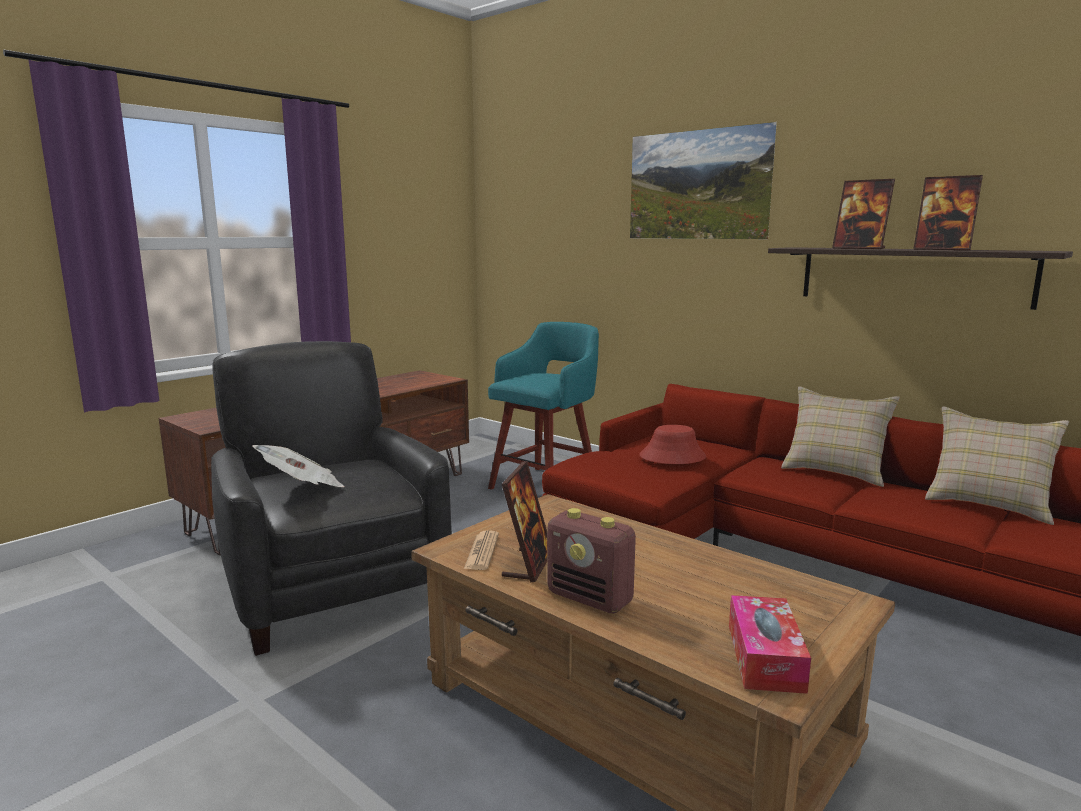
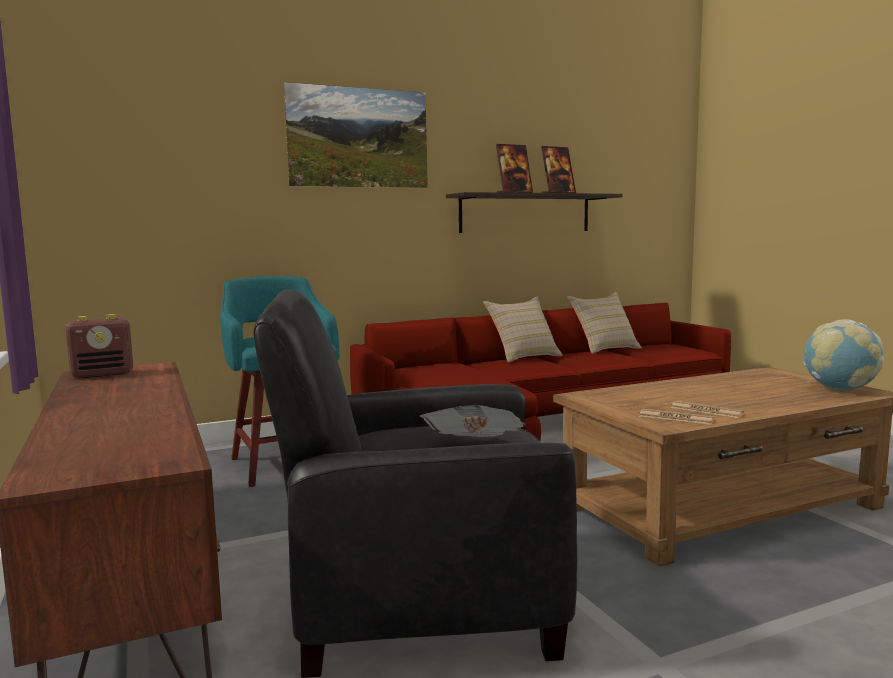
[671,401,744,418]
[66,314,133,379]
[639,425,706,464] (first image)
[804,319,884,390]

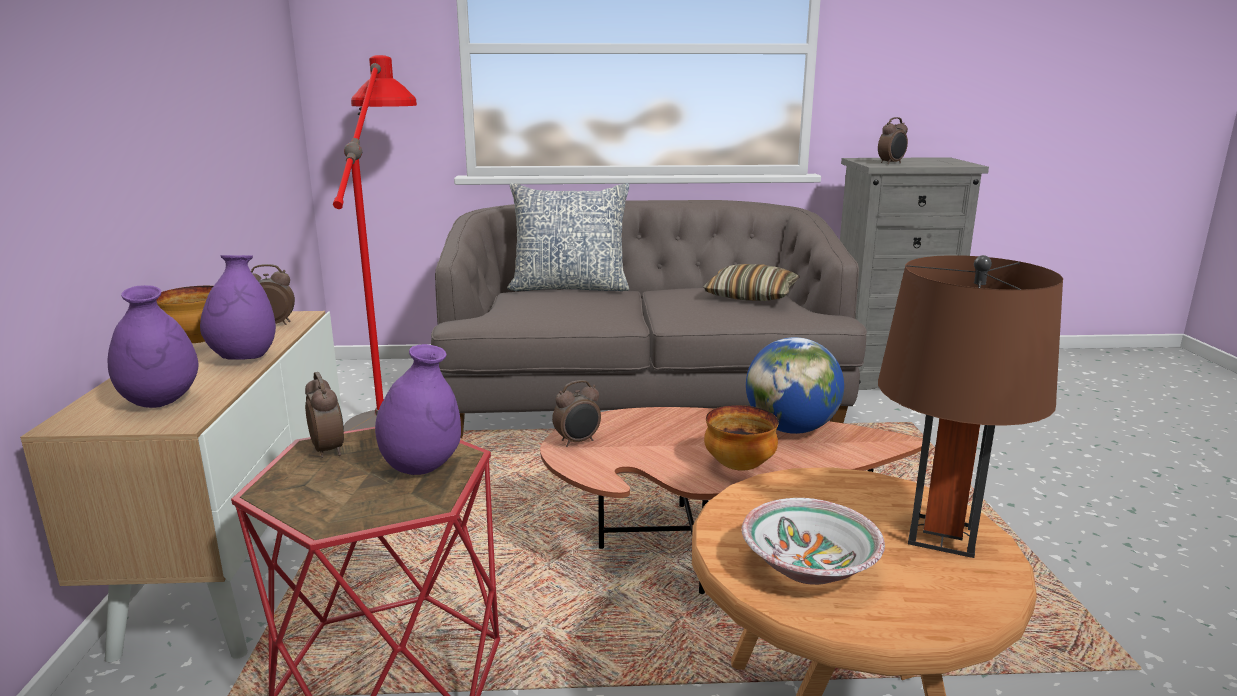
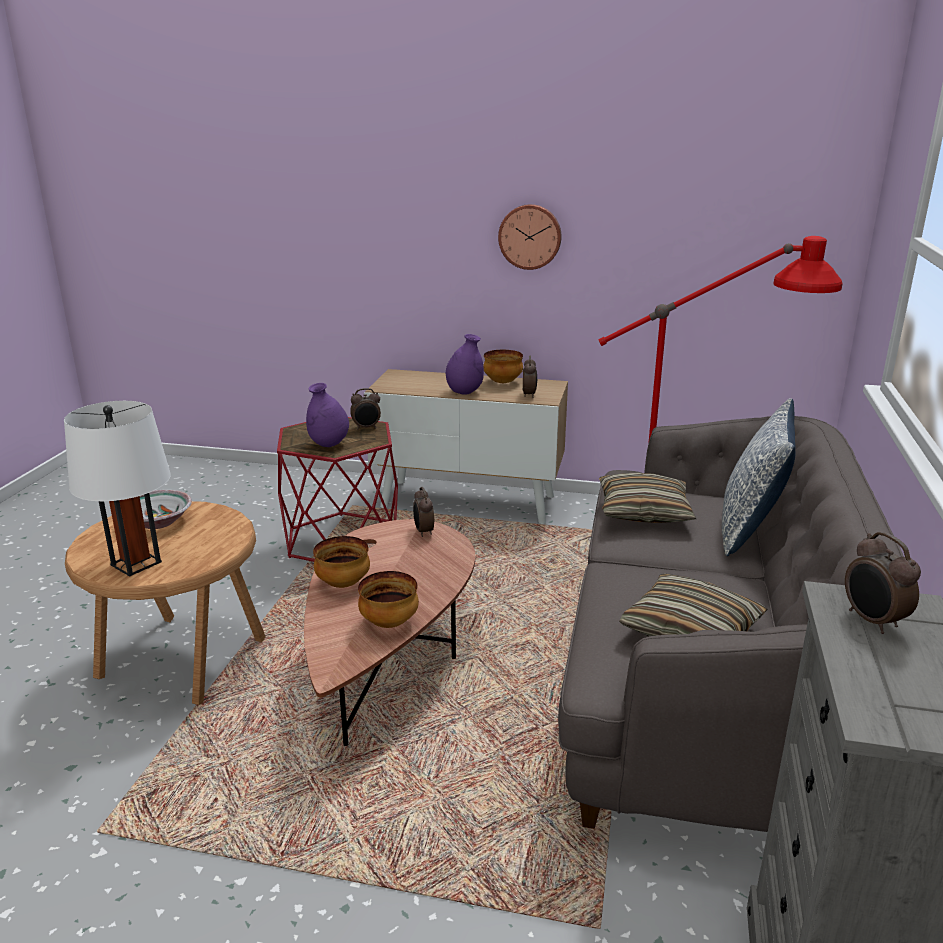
[108,285,198,408] (first image)
[358,571,419,628]
[64,401,171,576]
[498,204,562,270]
[599,473,696,523]

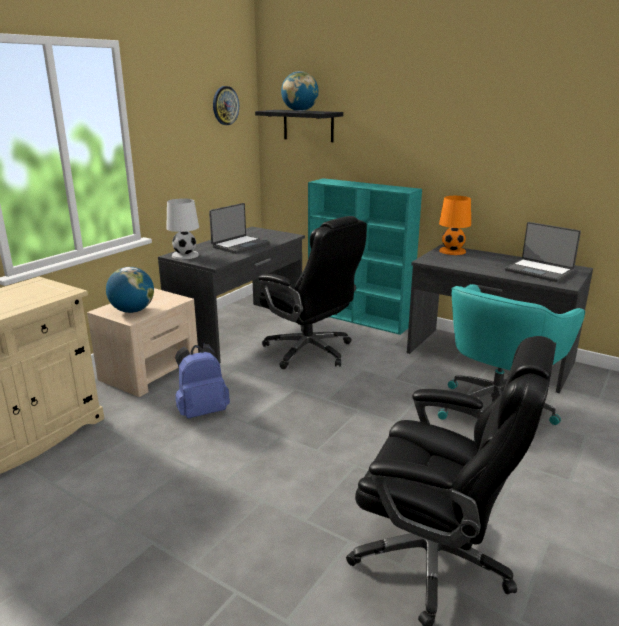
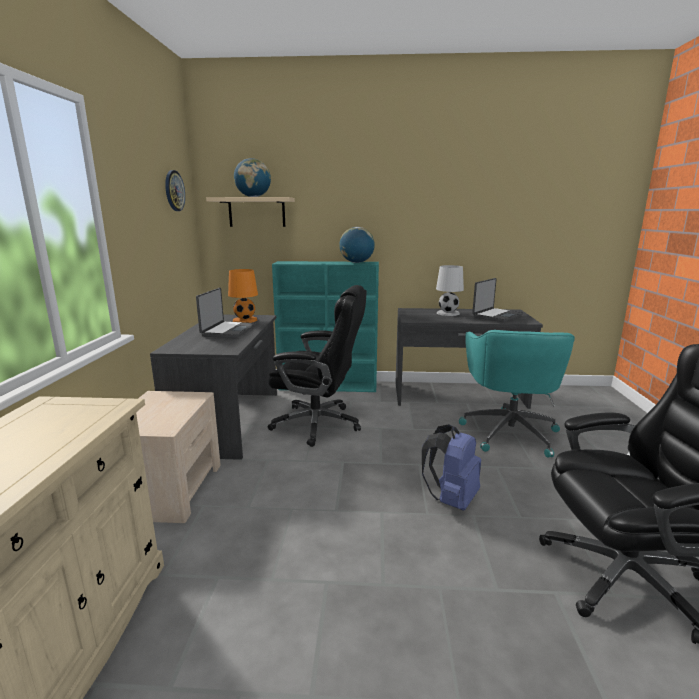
[339,227,375,263]
[436,265,464,316]
[422,424,481,511]
[206,197,295,227]
[228,269,258,323]
[472,278,523,322]

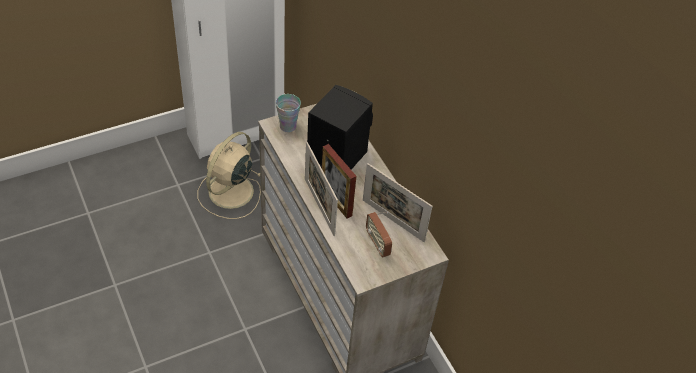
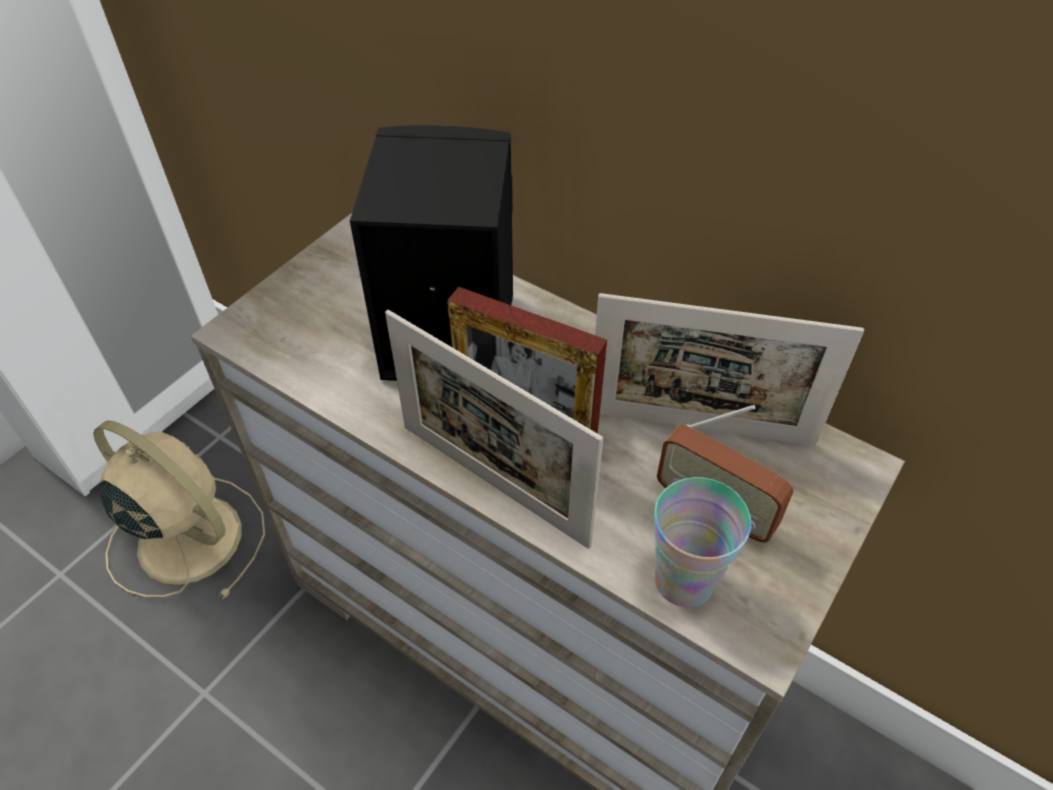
[93,421,265,599]
[654,477,751,607]

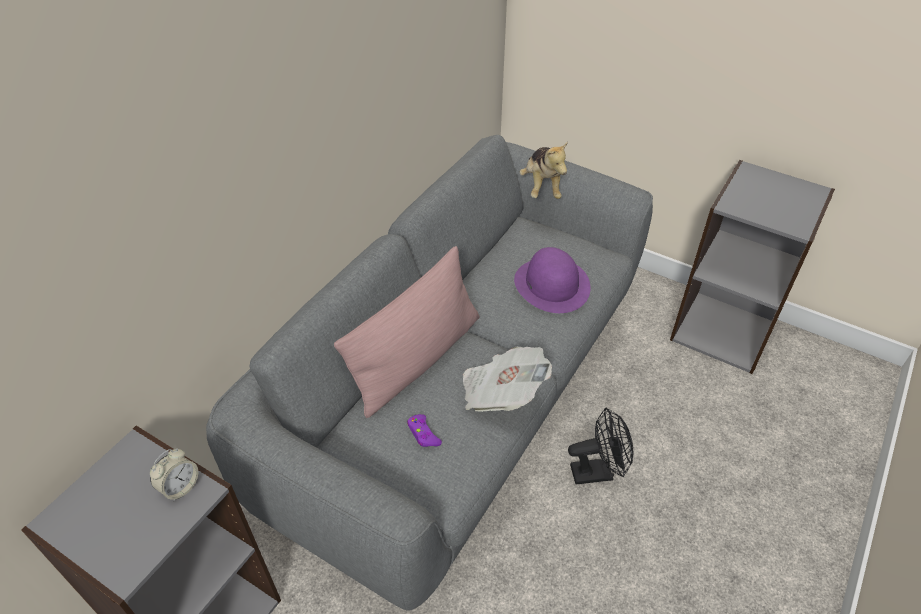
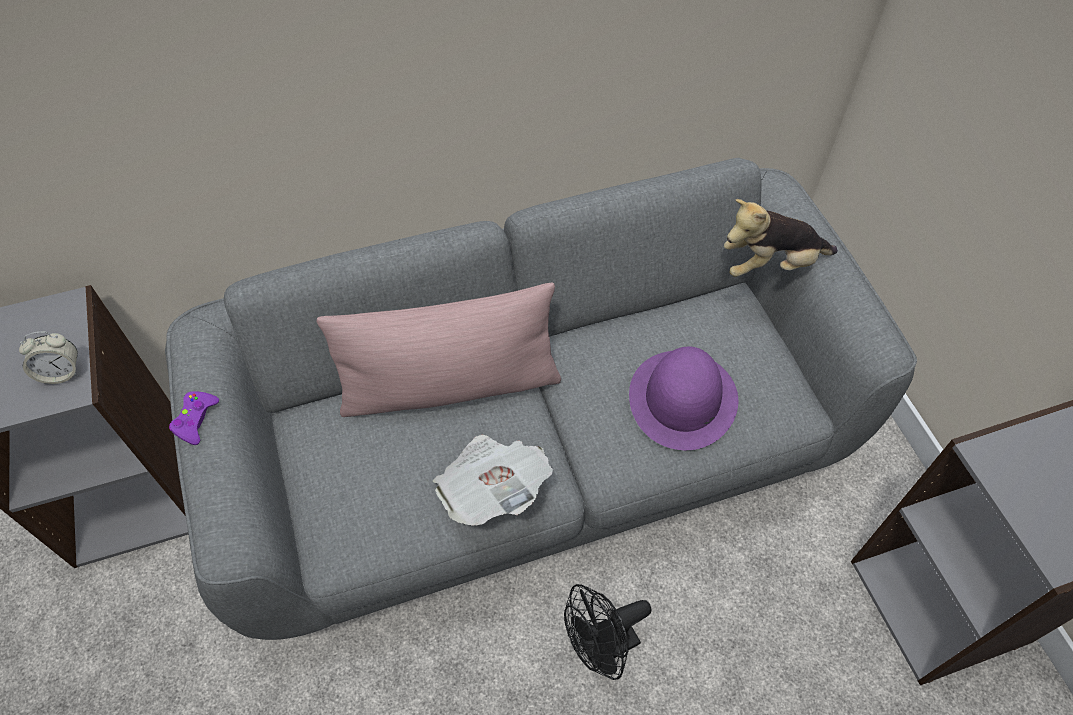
[169,391,219,445]
[724,199,838,277]
[564,584,651,680]

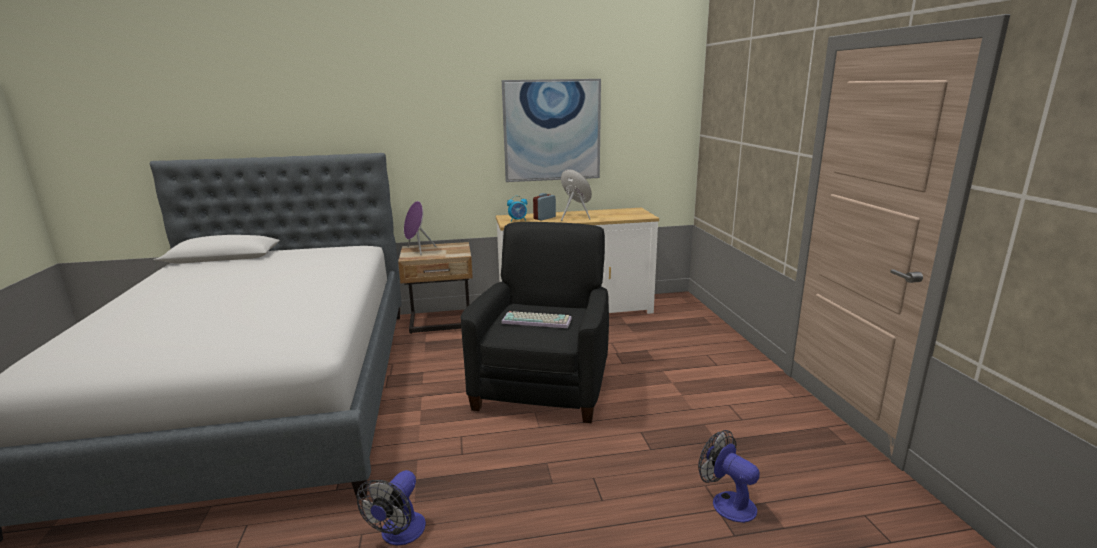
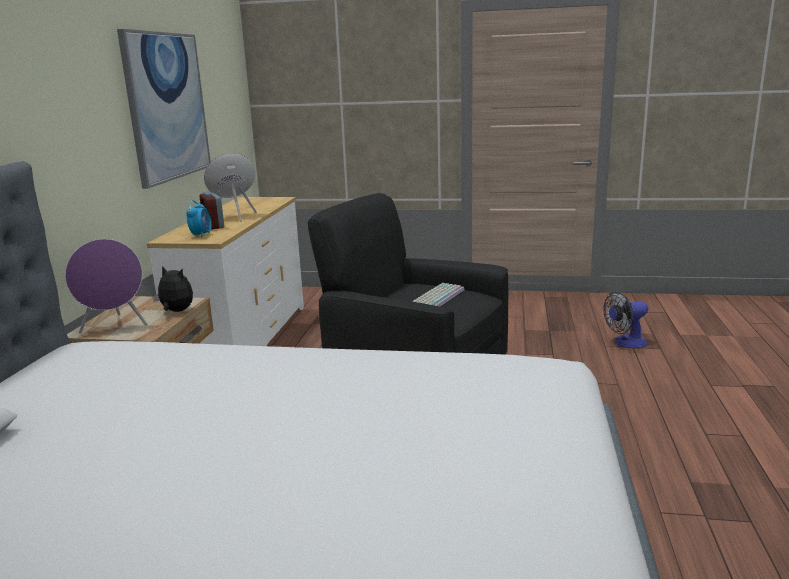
[357,470,426,546] (first image)
[152,266,193,312]

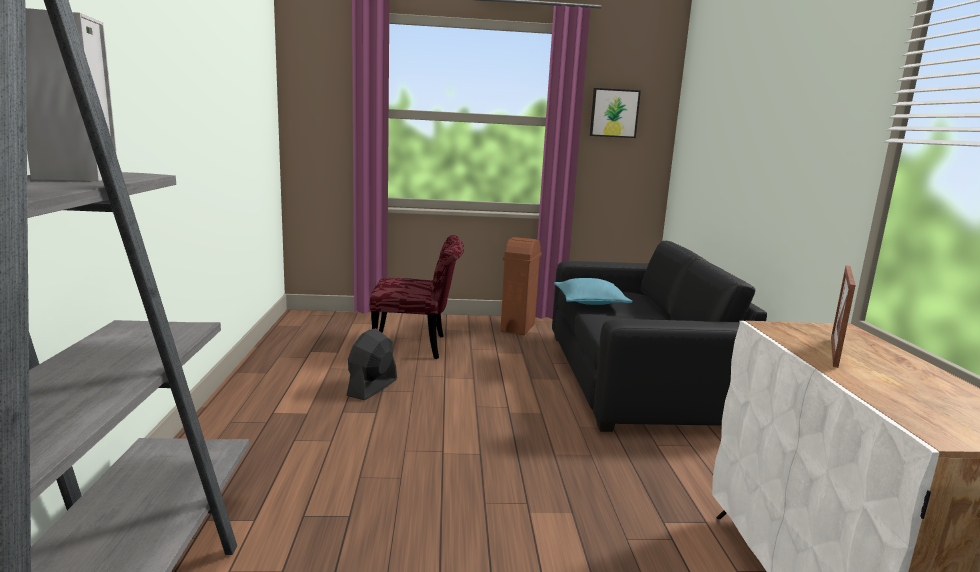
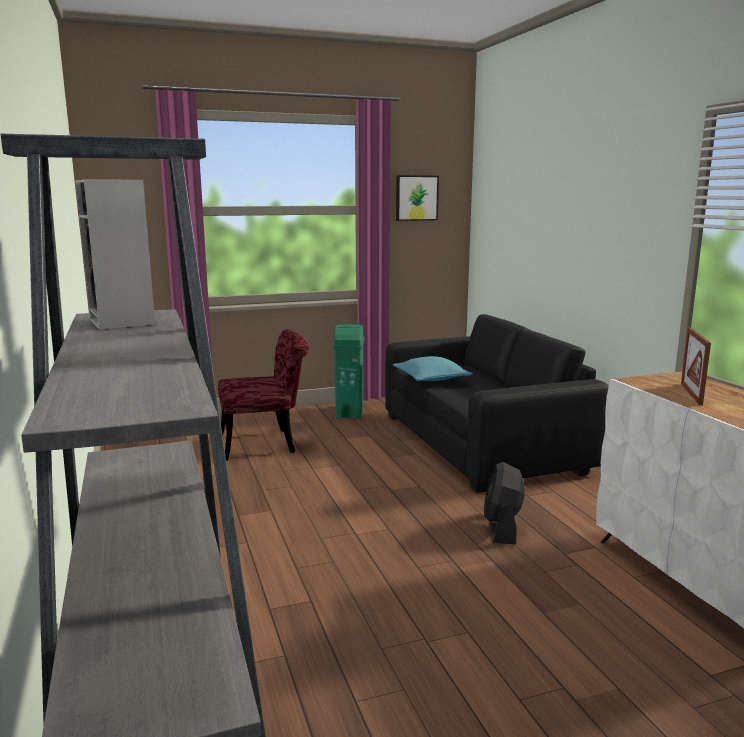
[484,462,525,544]
[333,324,364,419]

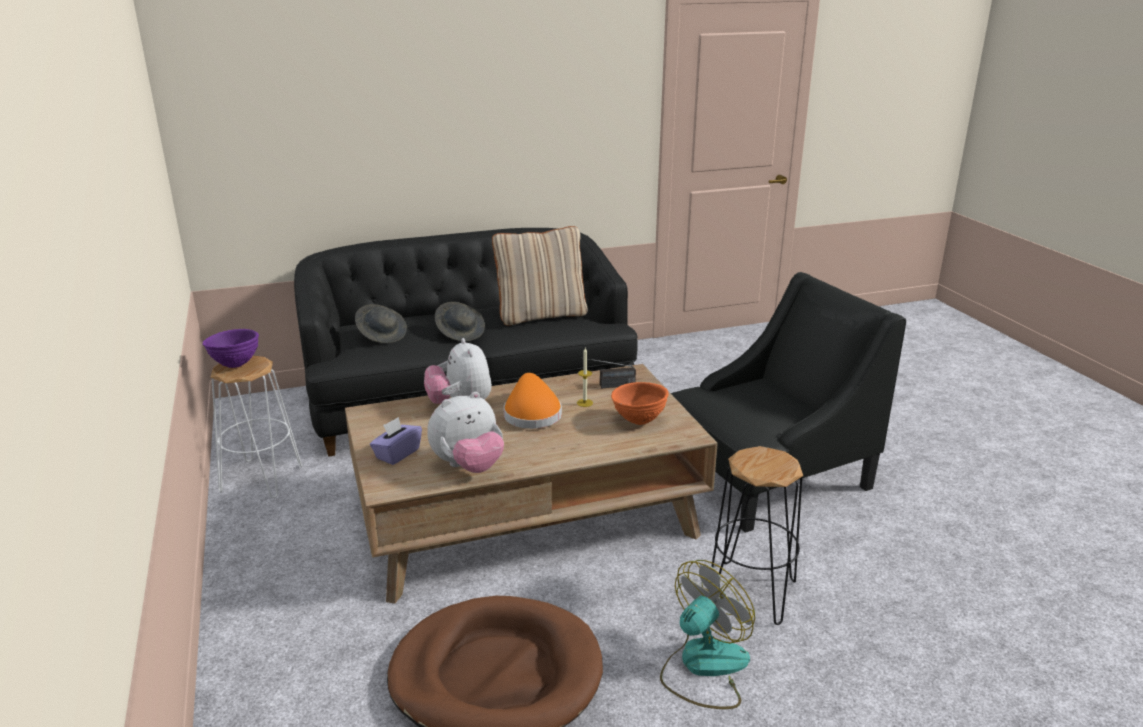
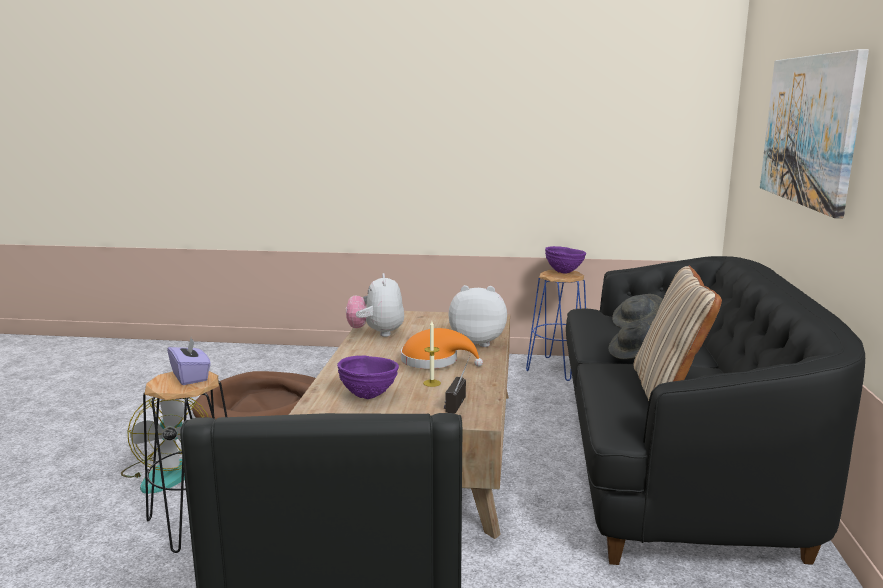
[526,270,586,381]
[167,338,211,385]
[337,355,399,399]
[760,49,869,218]

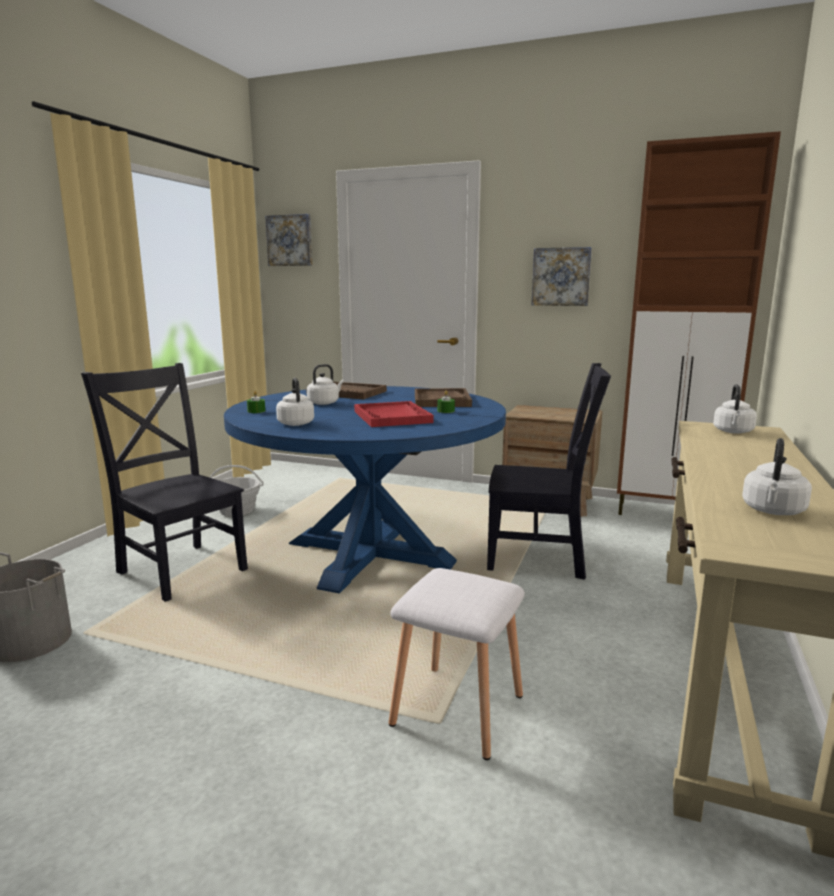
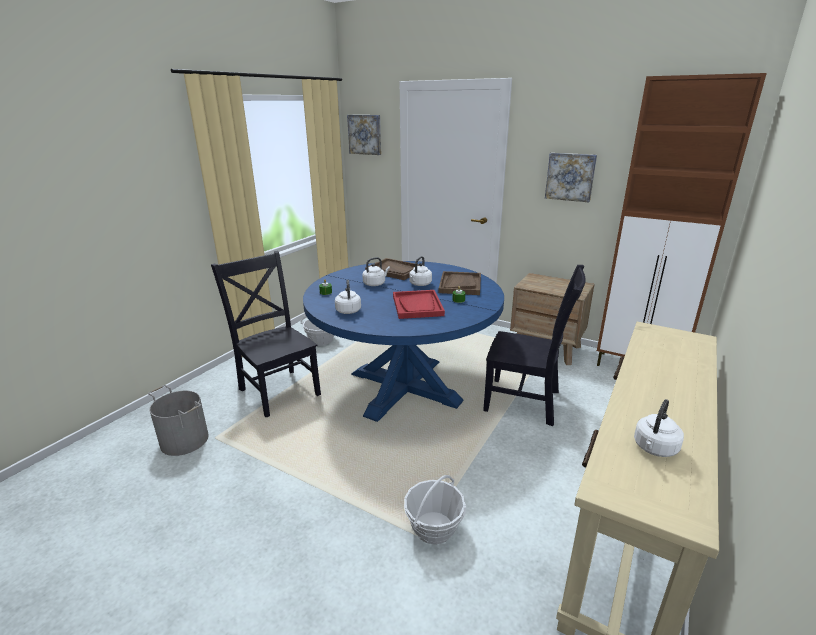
[404,475,466,545]
[410,256,432,286]

